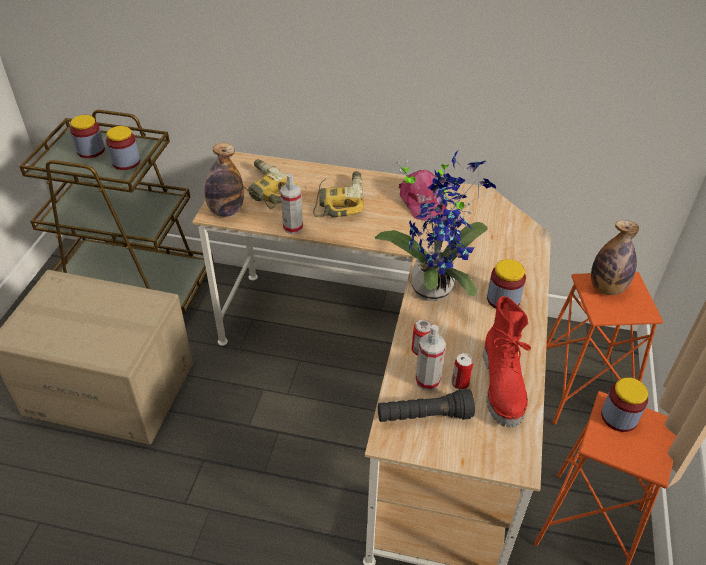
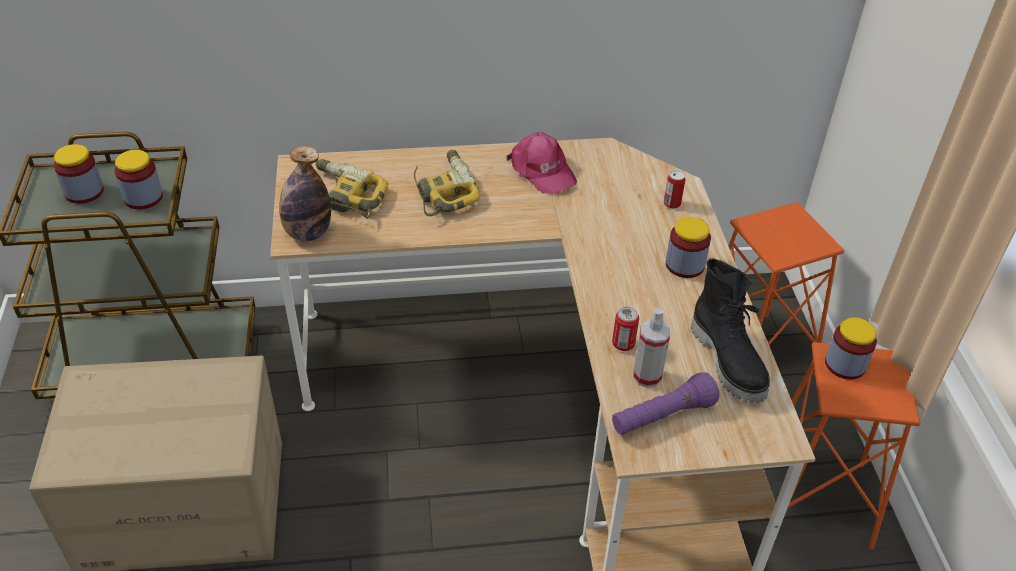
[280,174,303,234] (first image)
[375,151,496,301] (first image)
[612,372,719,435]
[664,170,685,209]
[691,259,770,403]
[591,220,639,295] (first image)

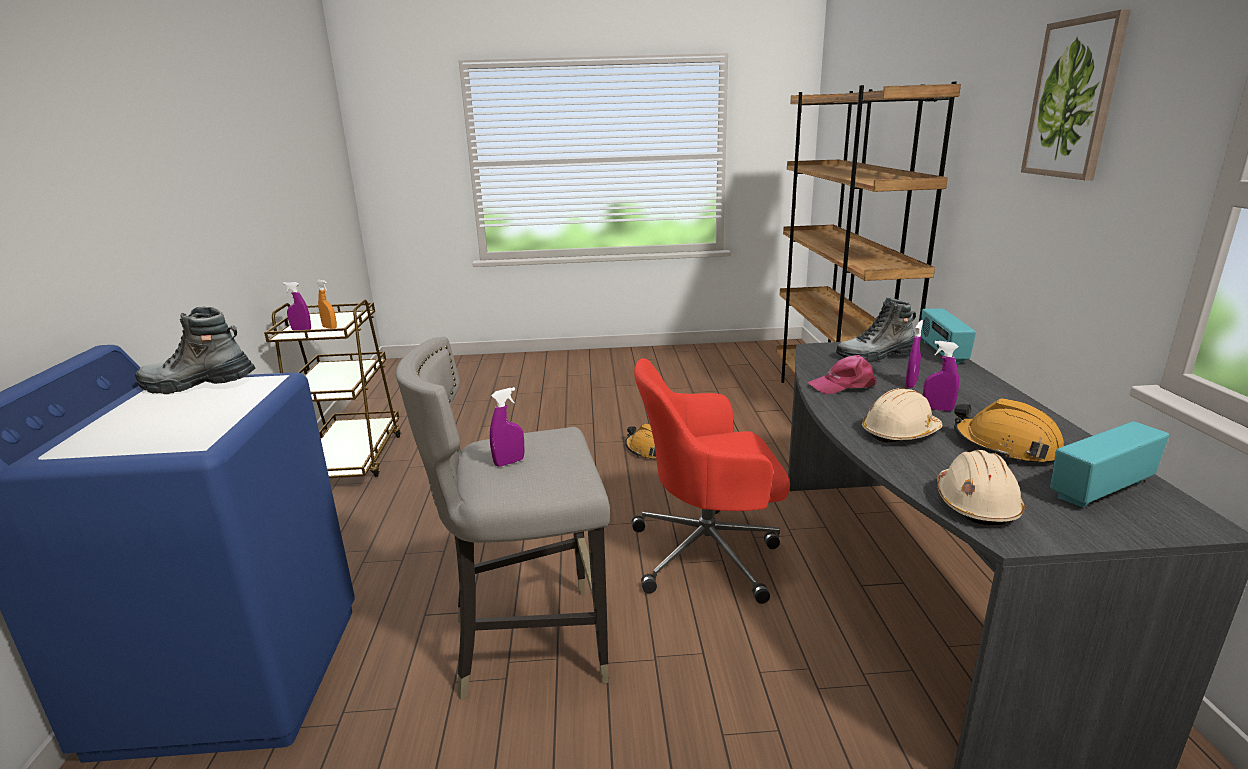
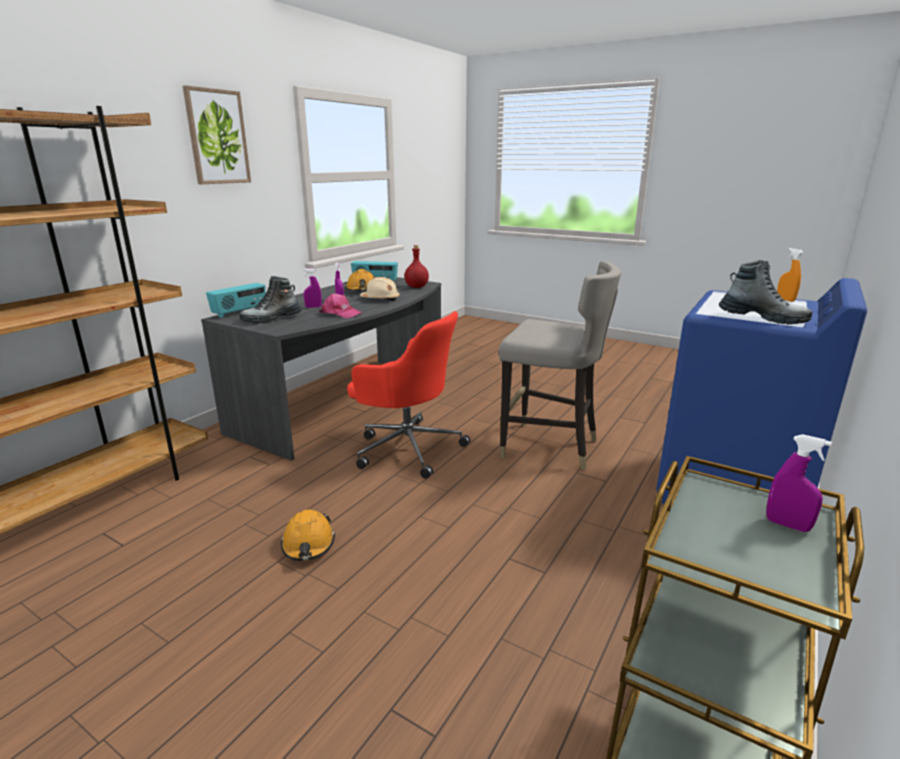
[777,248,804,302]
[490,387,524,467] (first image)
[240,276,302,324]
[405,245,429,288]

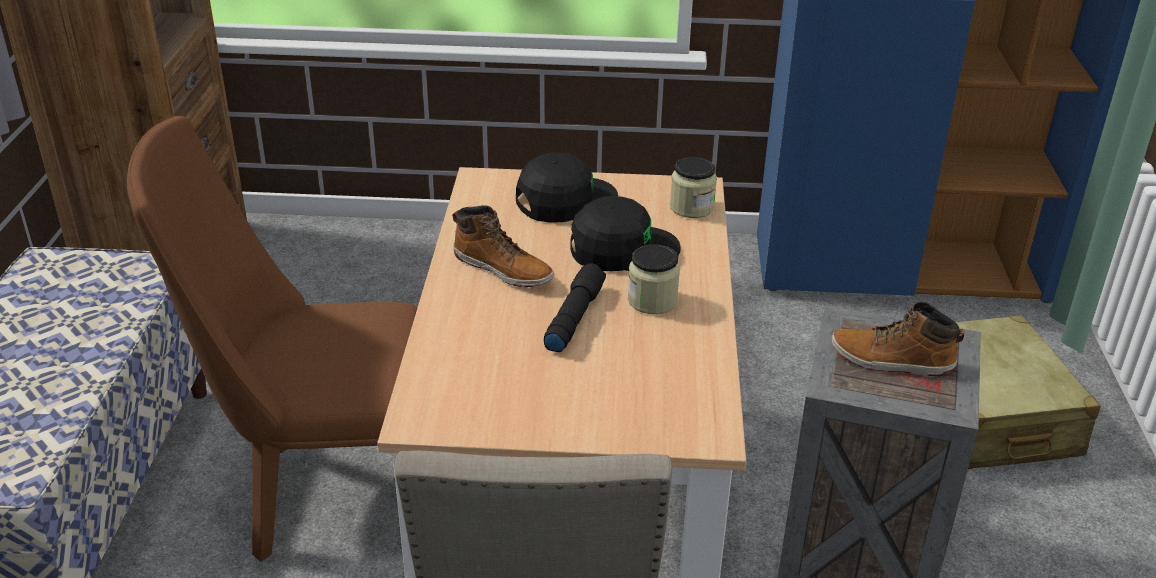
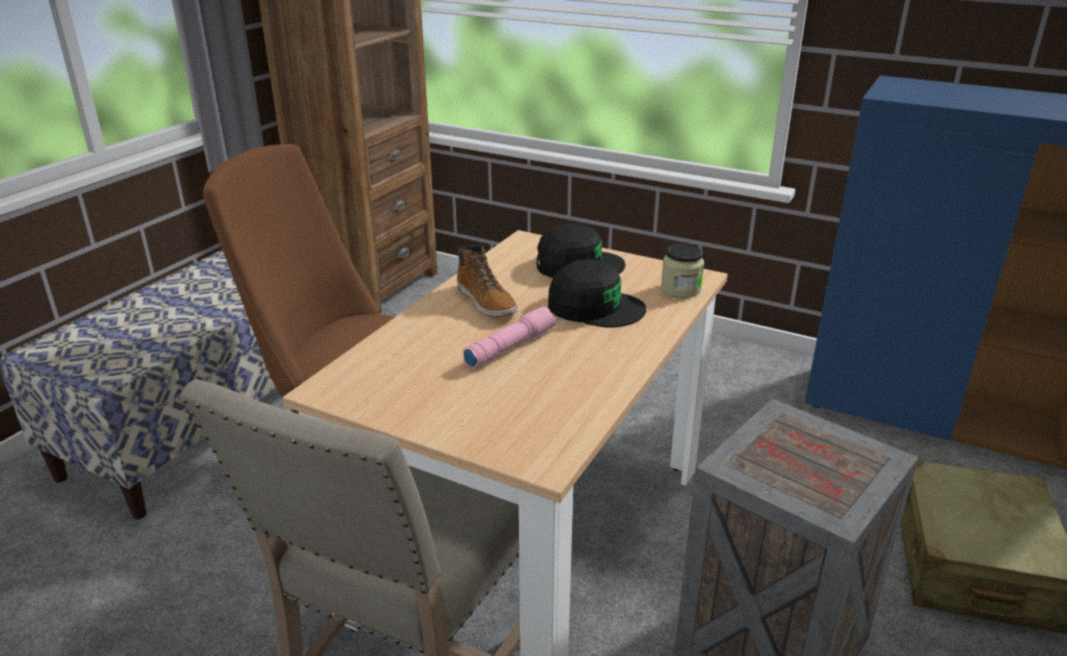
[463,307,557,368]
[628,244,680,314] (first image)
[832,302,964,376] (first image)

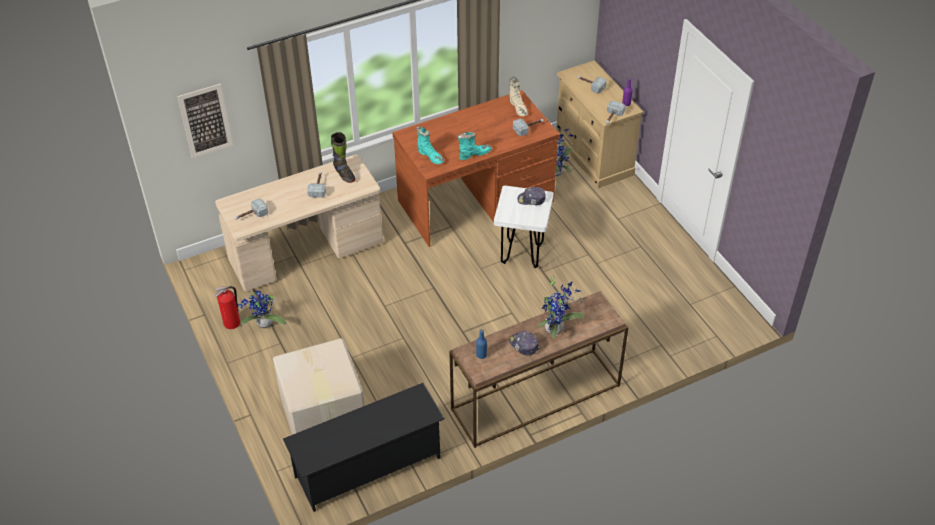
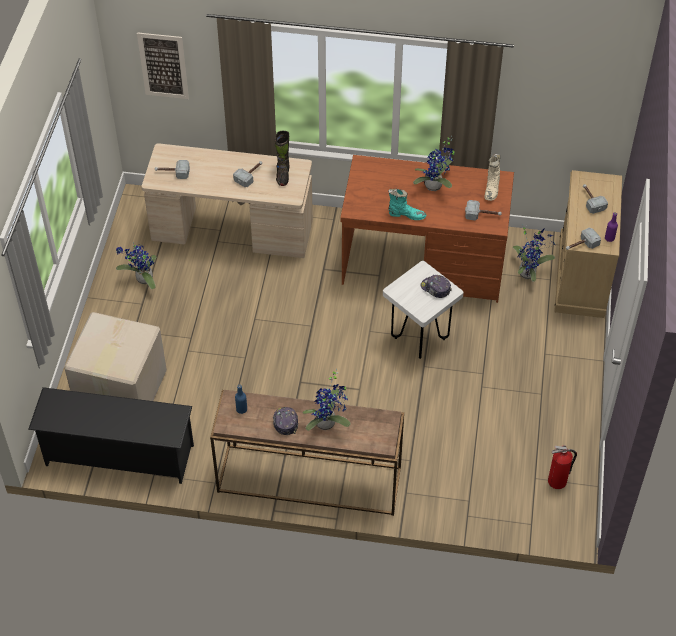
[548,445,577,489]
[416,126,444,164] (first image)
[413,136,455,191]

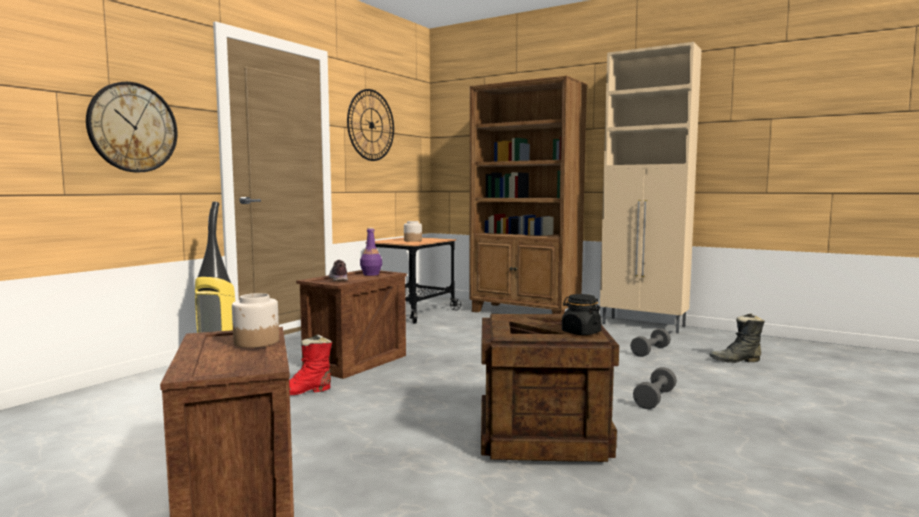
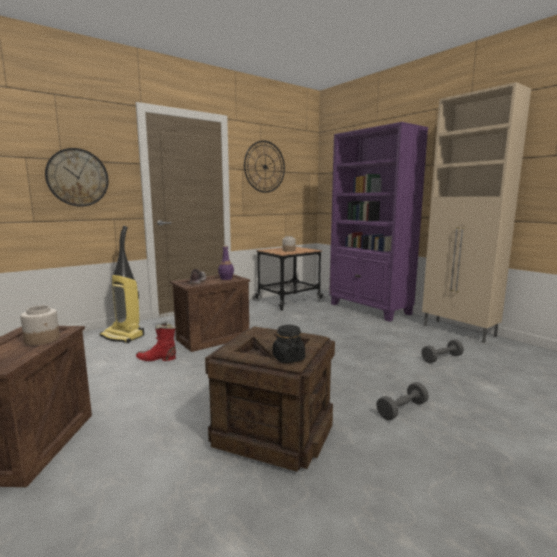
[329,122,428,322]
[709,313,765,363] (first image)

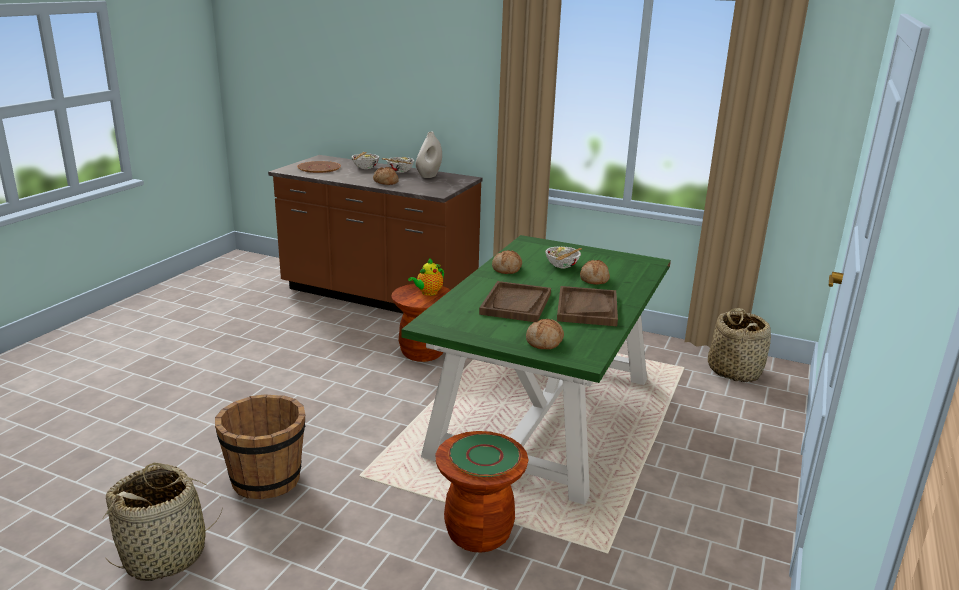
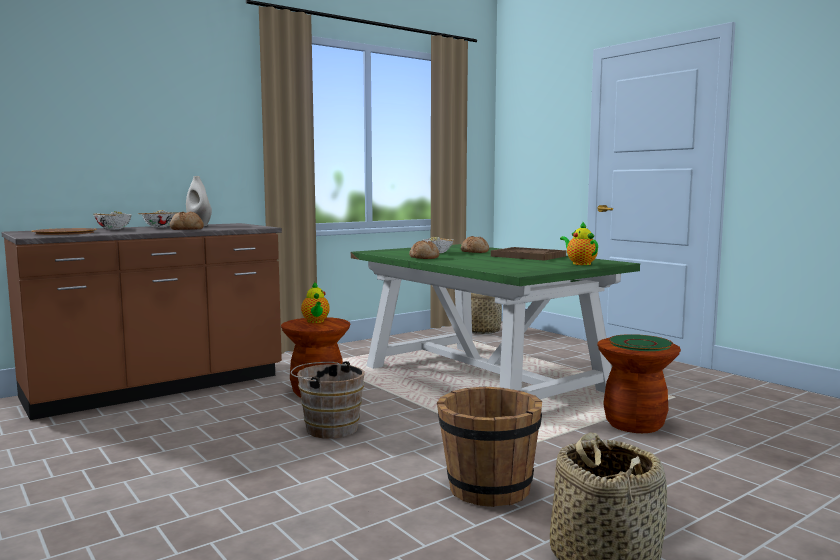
[479,281,551,322] (first image)
[560,222,598,265]
[291,361,365,439]

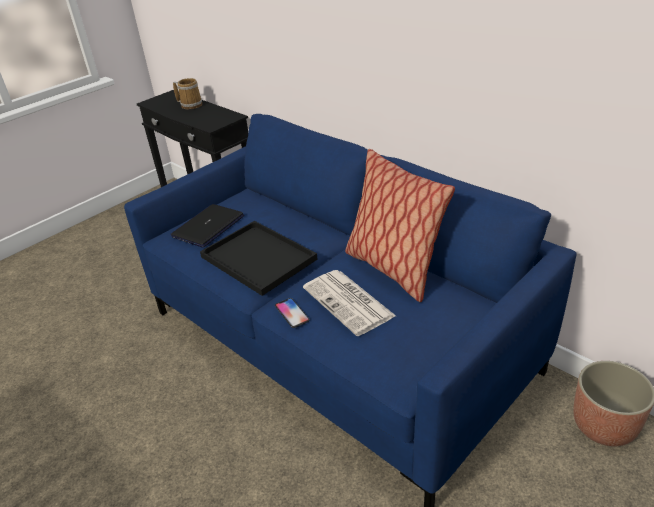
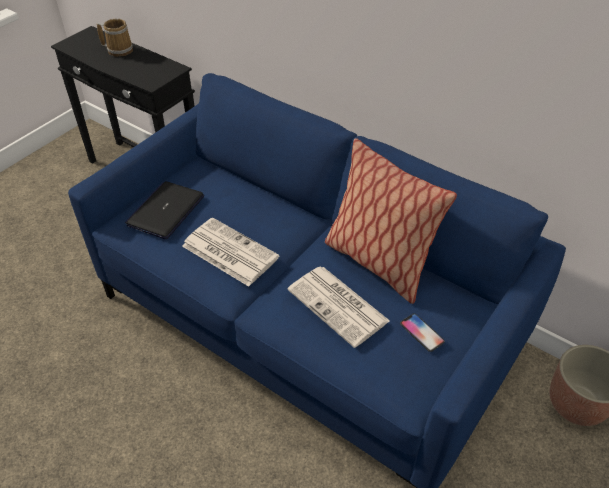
[182,218,279,287]
[400,314,445,352]

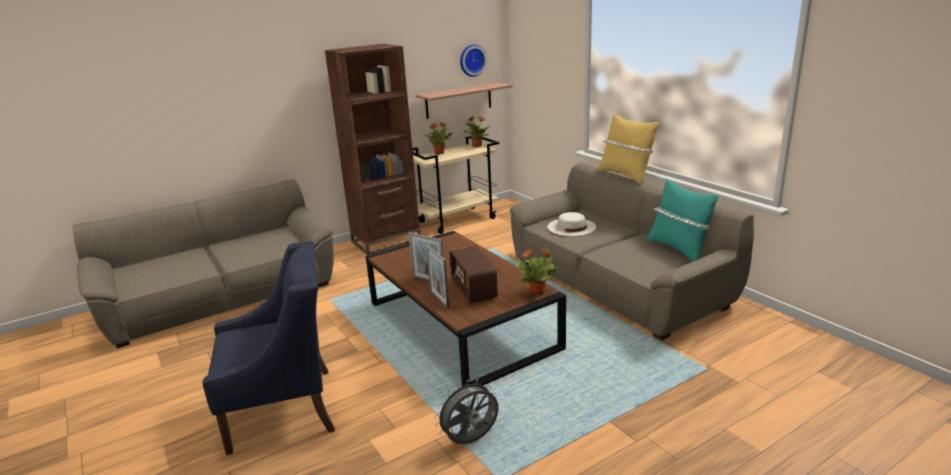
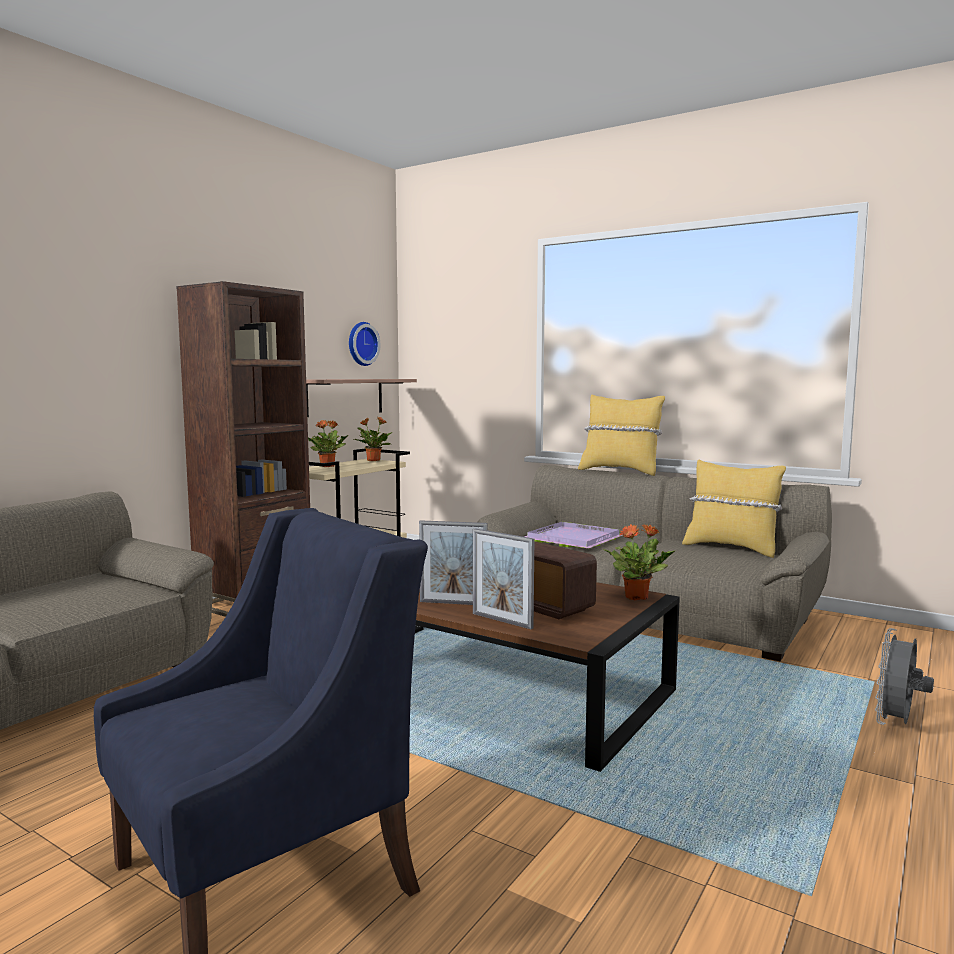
[875,628,934,725]
[524,522,623,548]
[682,459,786,558]

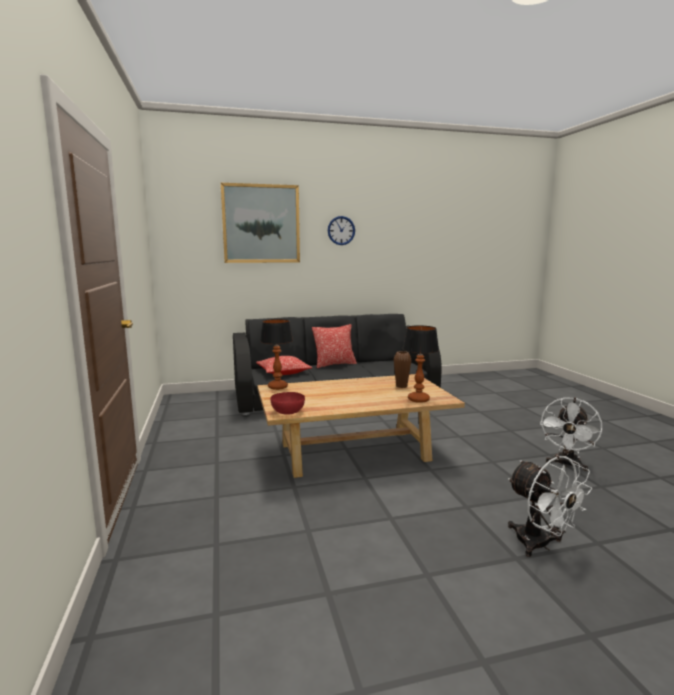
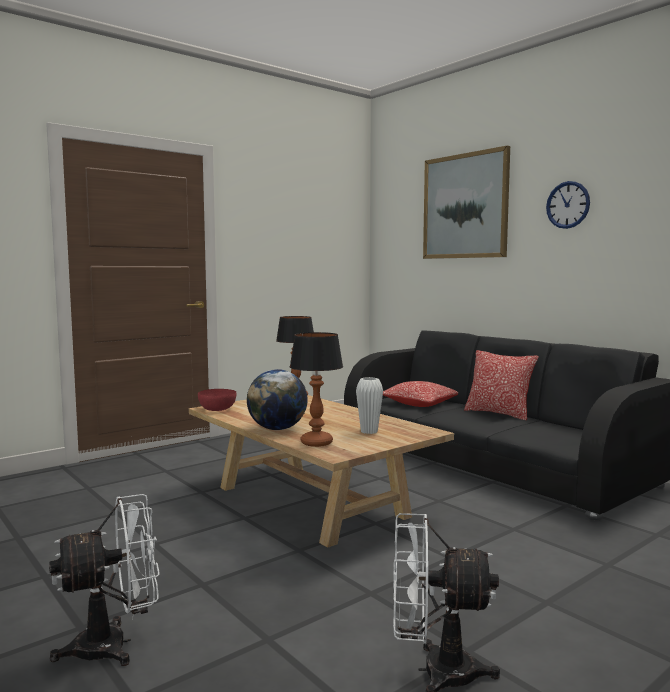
[356,377,383,434]
[49,494,160,666]
[247,369,308,430]

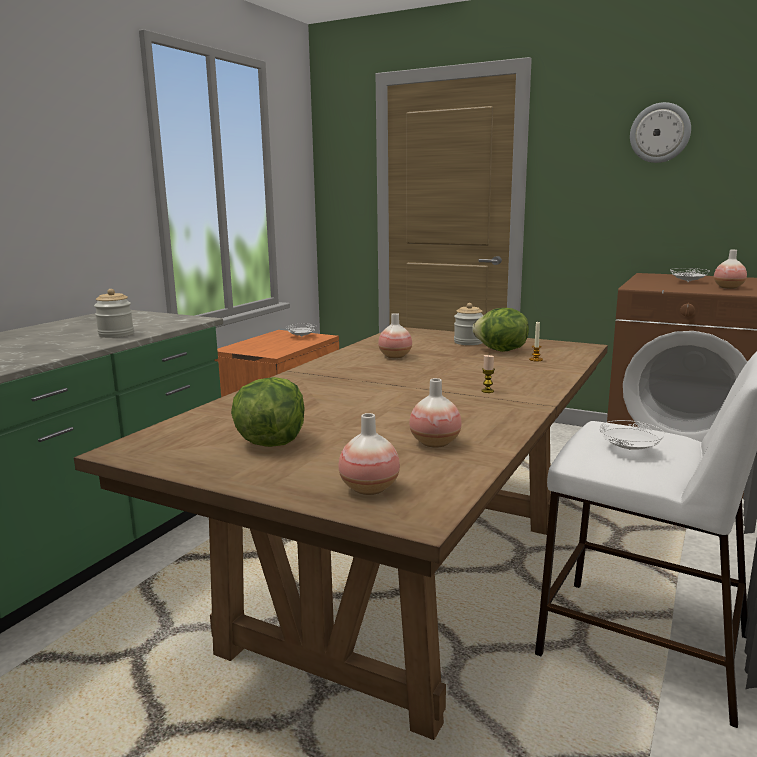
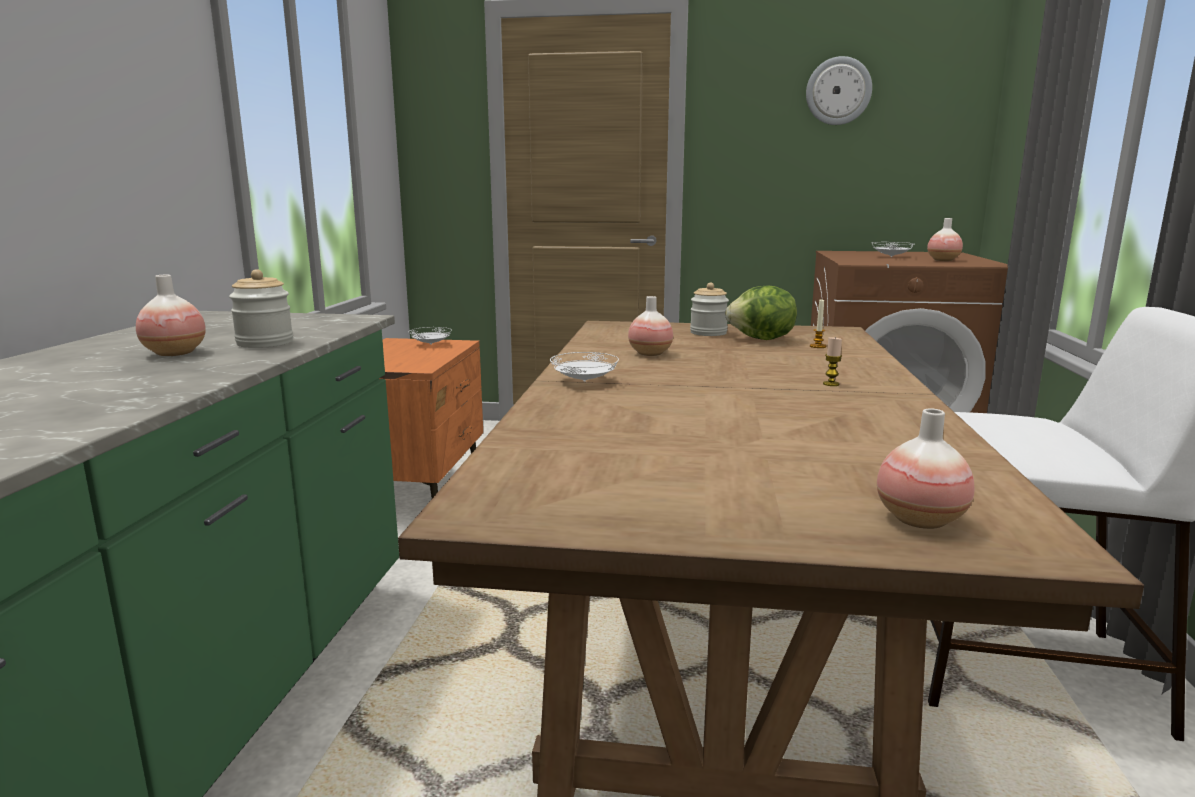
[231,377,305,447] (first image)
[136,275,206,356]
[550,352,619,382]

